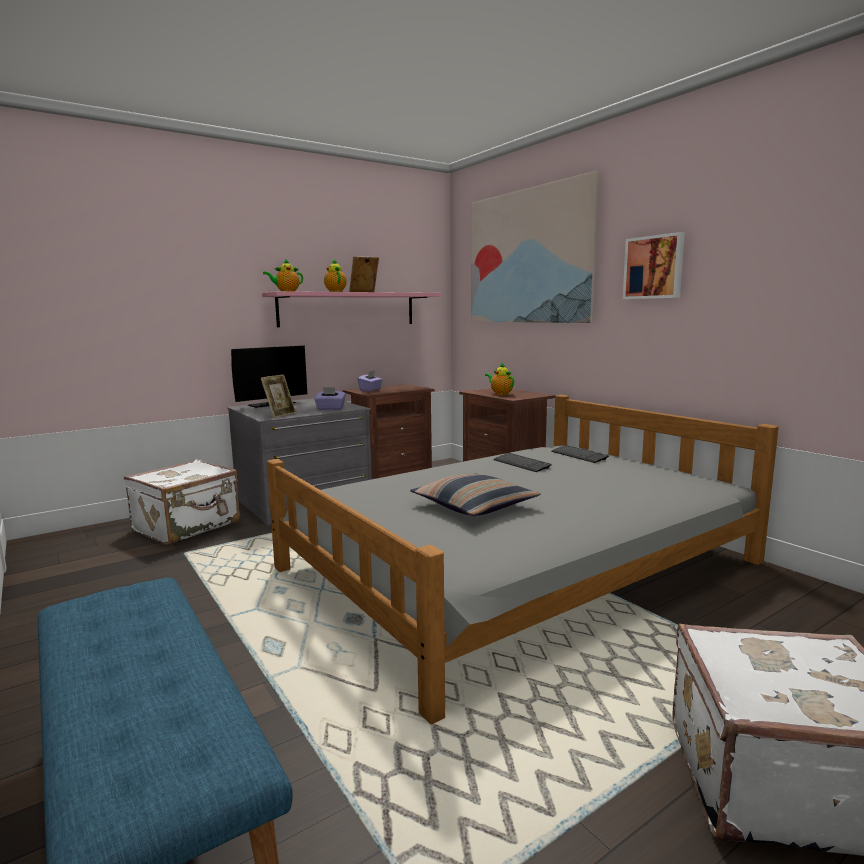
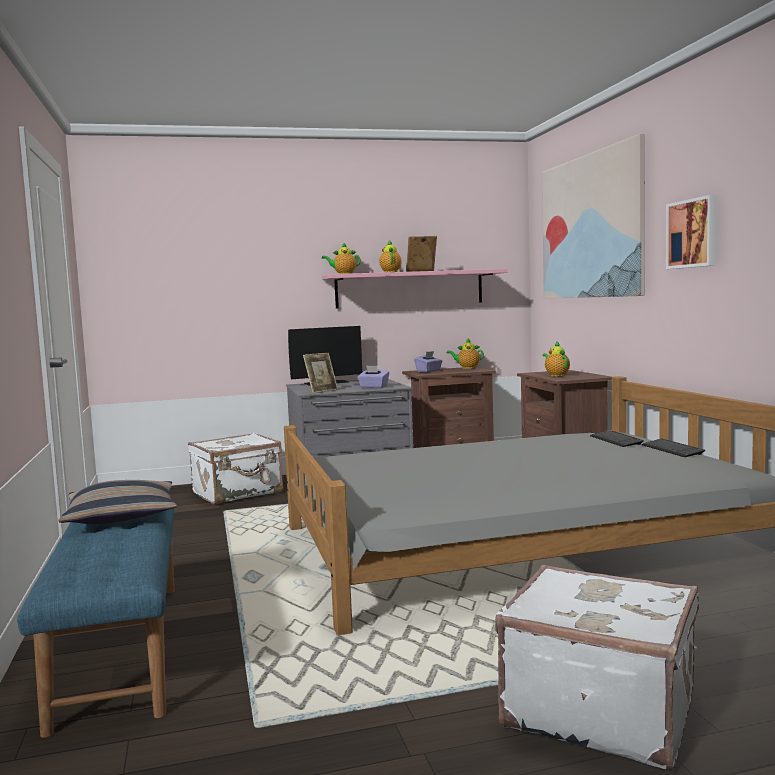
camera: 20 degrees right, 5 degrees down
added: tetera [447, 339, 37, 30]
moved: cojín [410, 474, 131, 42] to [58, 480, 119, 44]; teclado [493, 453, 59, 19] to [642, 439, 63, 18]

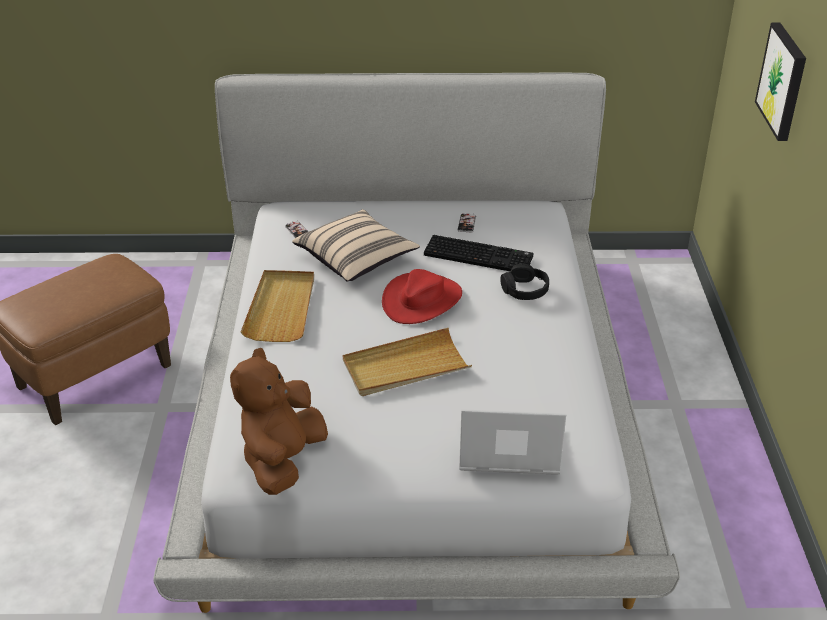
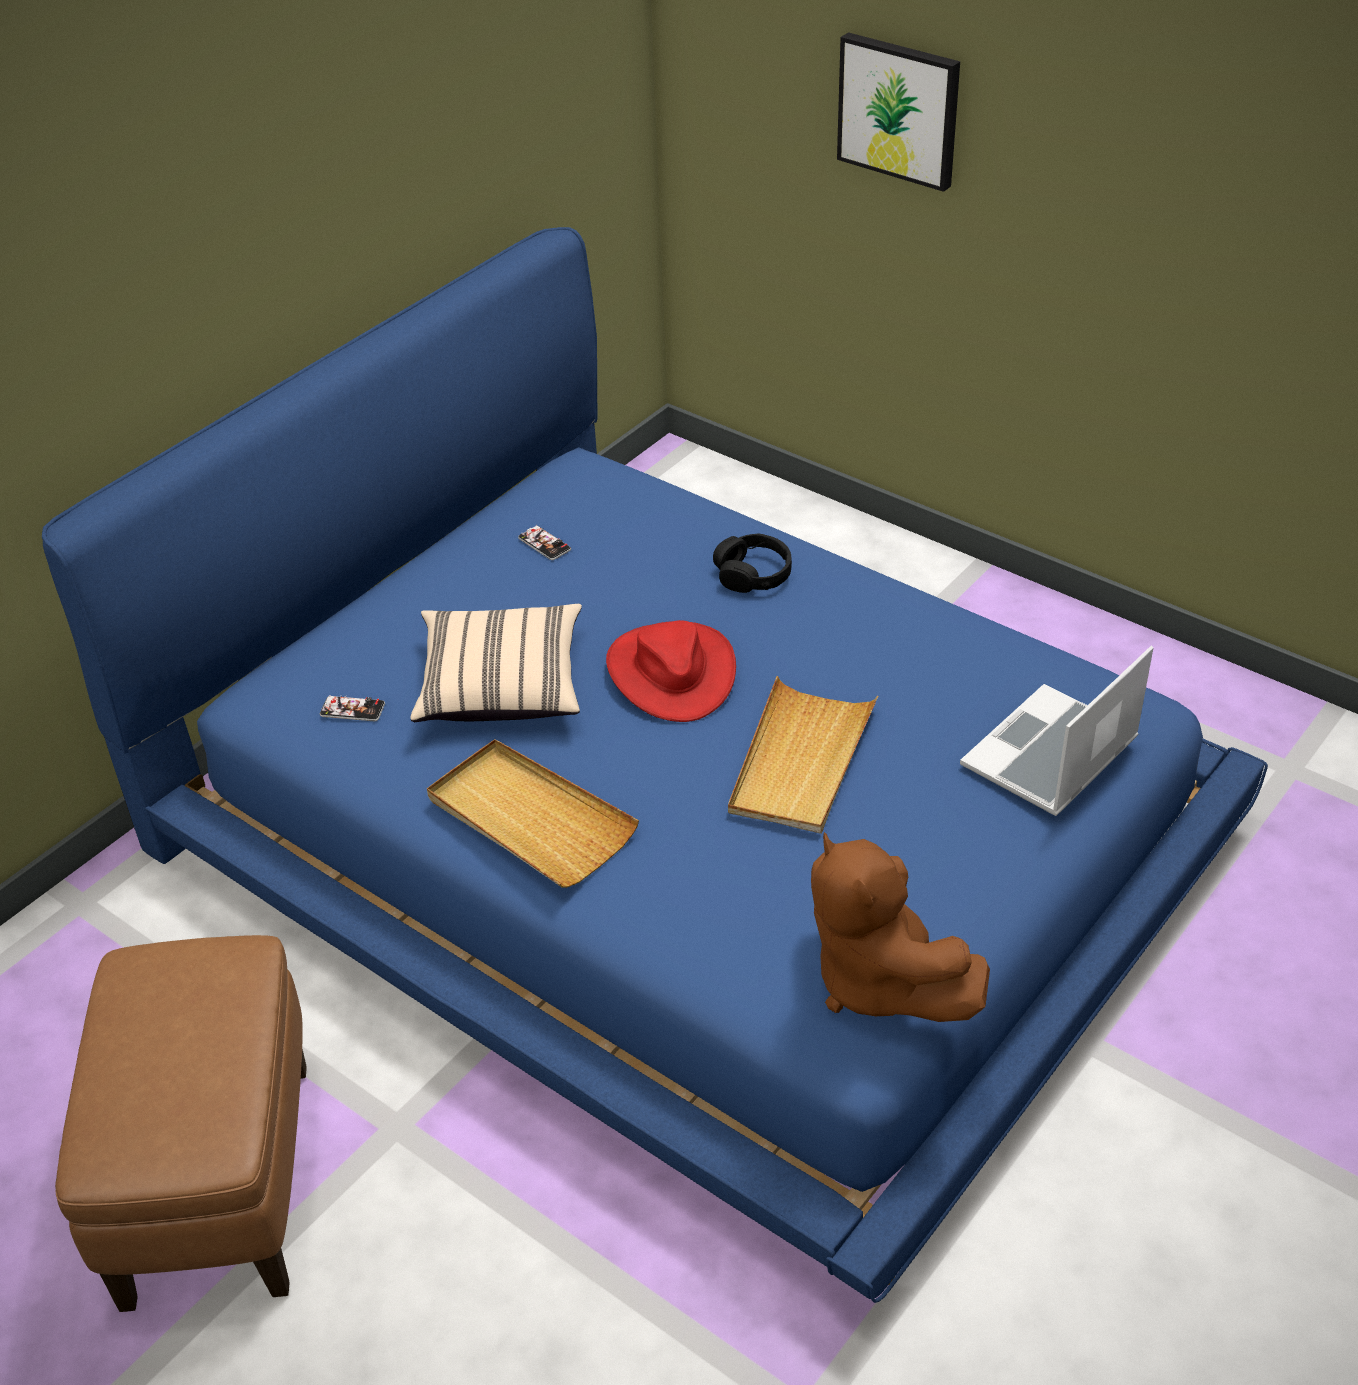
camera: 50 degrees left, 5 degrees up
removed: teclado [424, 235, 109, 36]
recoloured: cama [blanco] [153, 73, 527, 540] to cama [azul] [42, 227, 1226, 1076]

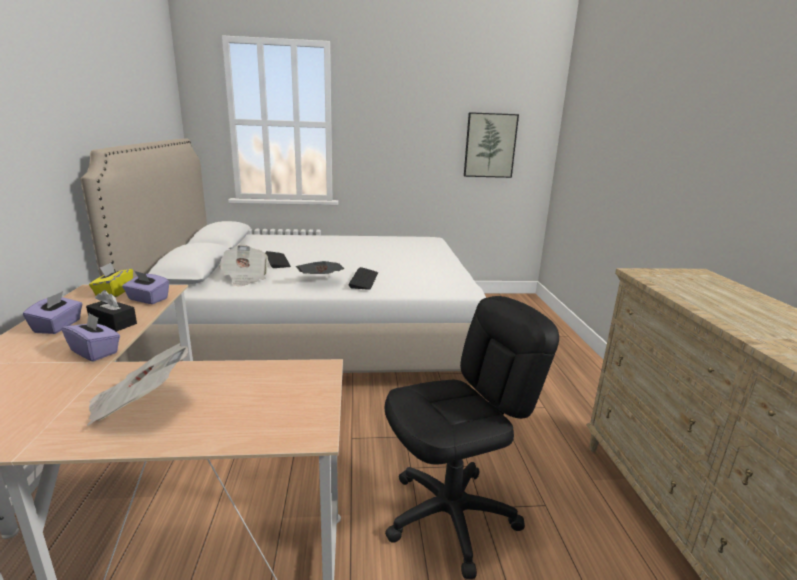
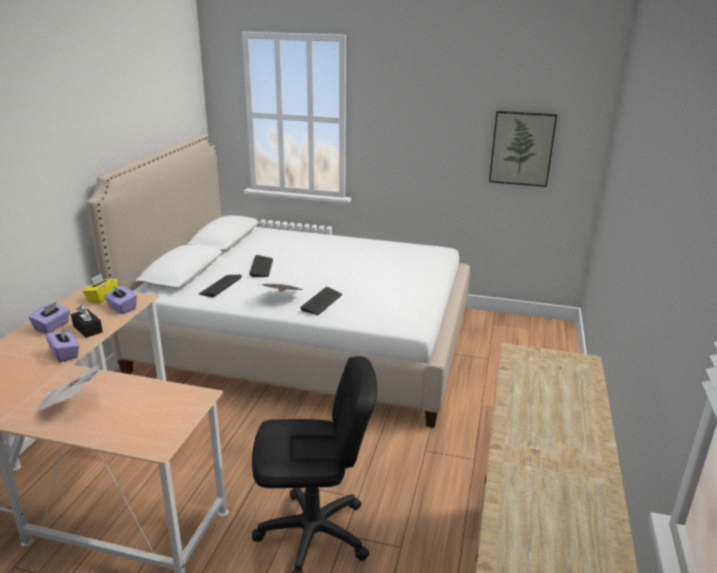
camera: 20 degrees right, 5 degrees up
replaced: periódico [219, 245, 49, 41] to teclado [199, 275, 43, 22]

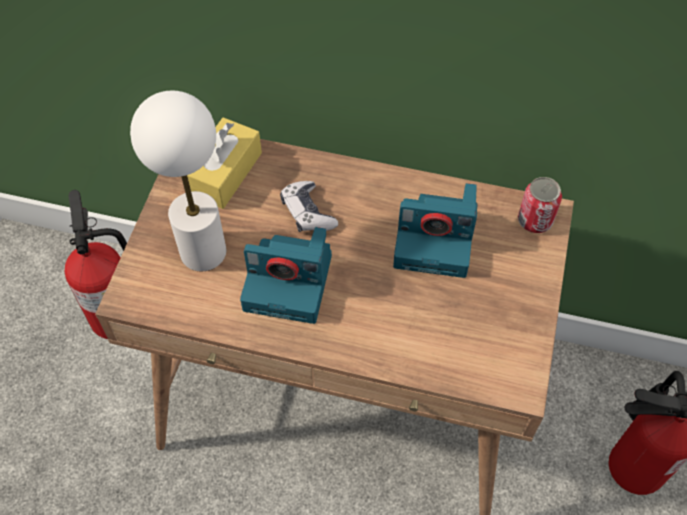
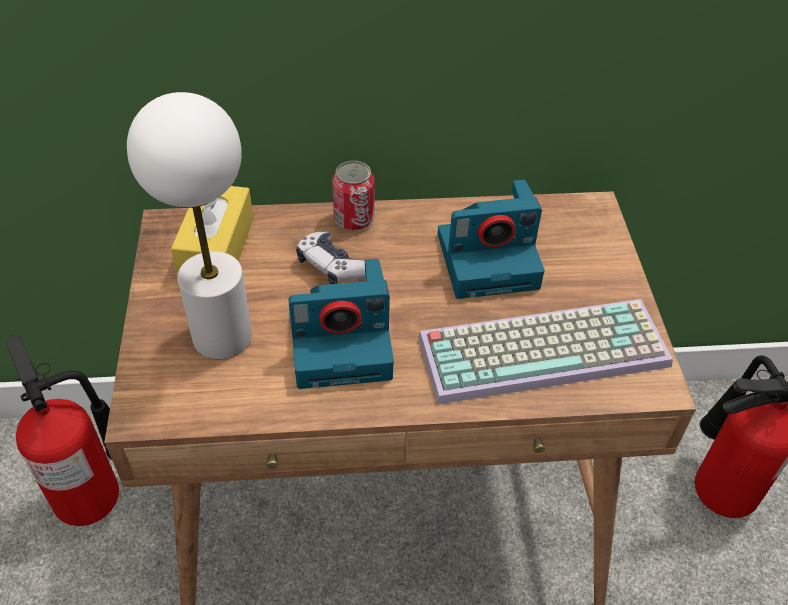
camera: 20 degrees left, 10 degrees down
added: teclado [418, 299, 255, 105]
moved: lata [518, 177, 44, 56] to [332, 161, 43, 70]

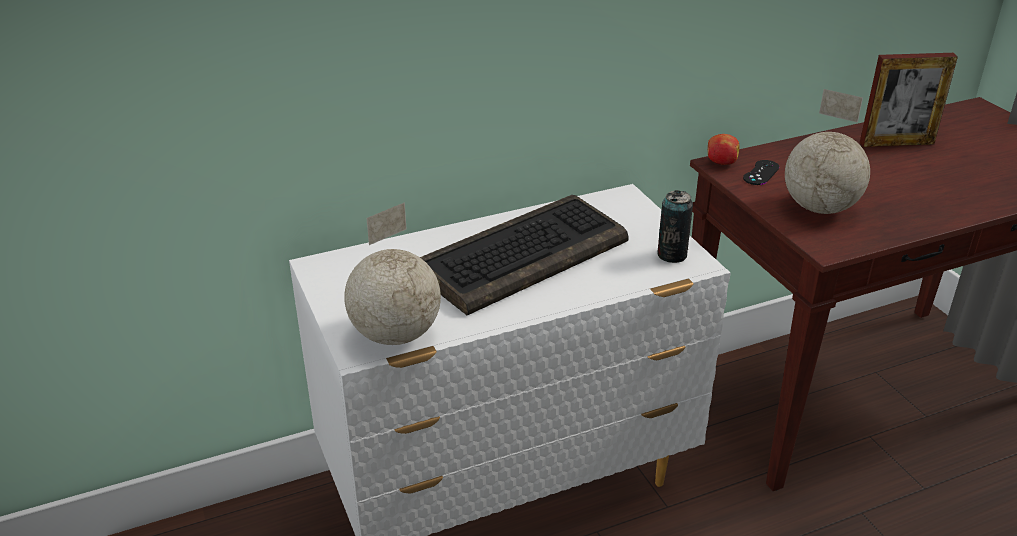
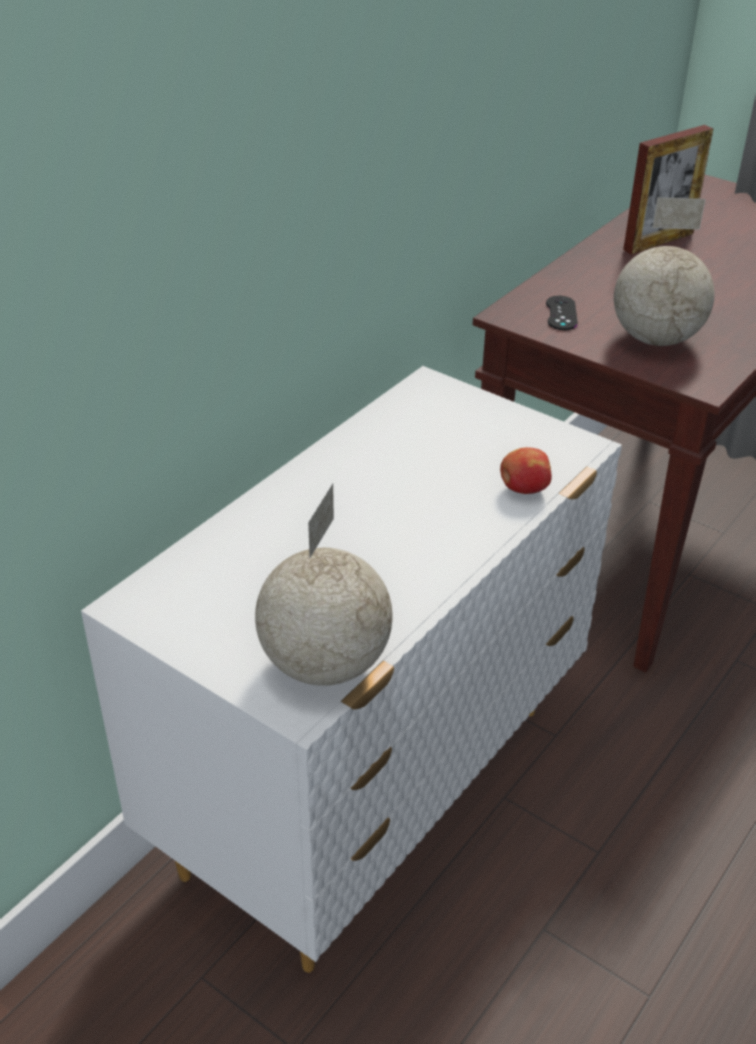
camera: 30 degrees left, 5 degrees up
removed: teclado [420, 195, 209, 120]; lata [657, 190, 36, 73]
moved: manzana [708, 134, 32, 31] to [500, 447, 52, 47]

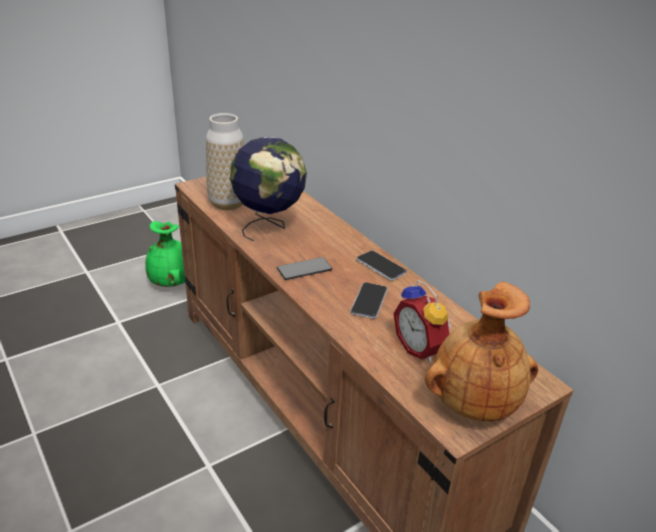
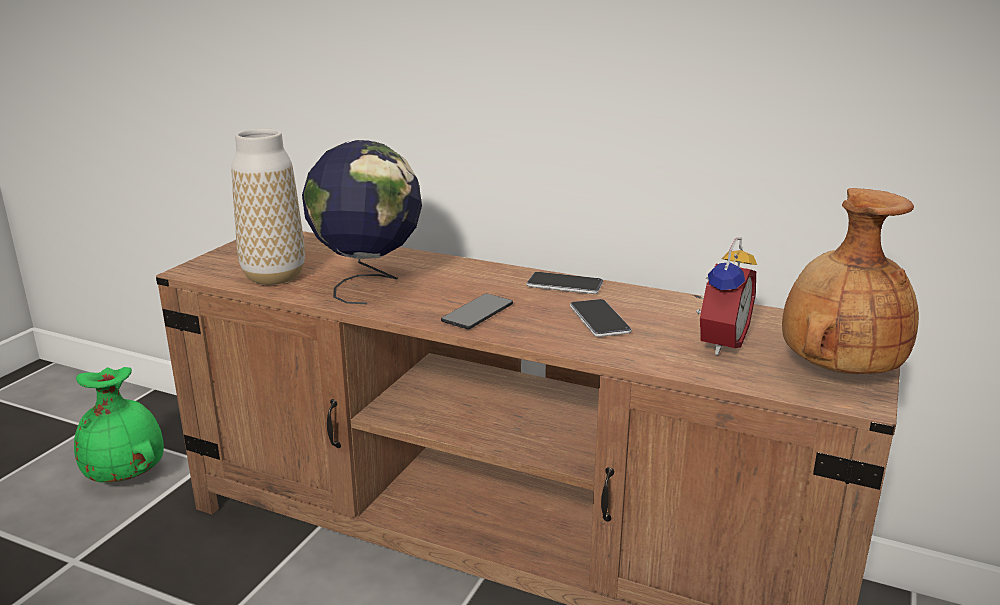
camera: 30 degrees left, 10 degrees down
turned: despertador [394, 280, 57, 82] = [693, 237, 64, 118] 90 degrees counterclockwise

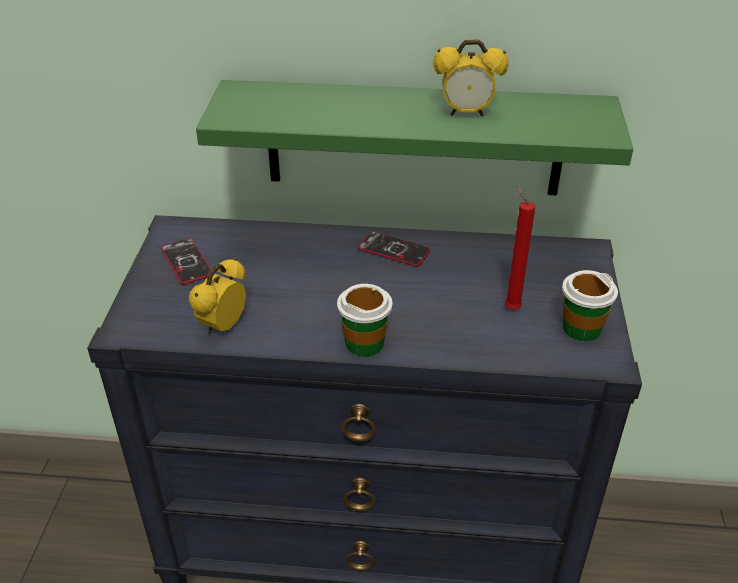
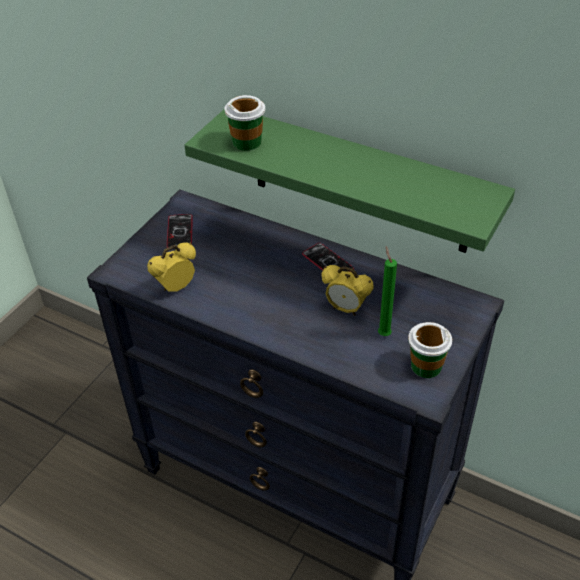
camera: 25 degrees right, 5 degrees up
moved: taza [337, 284, 55, 73] to [225, 95, 40, 56]; despertador [434, 39, 74, 78] to [321, 265, 53, 51]
recoloured: vela [rojo] [505, 186, 30, 123] to vela [verde] [378, 246, 19, 90]

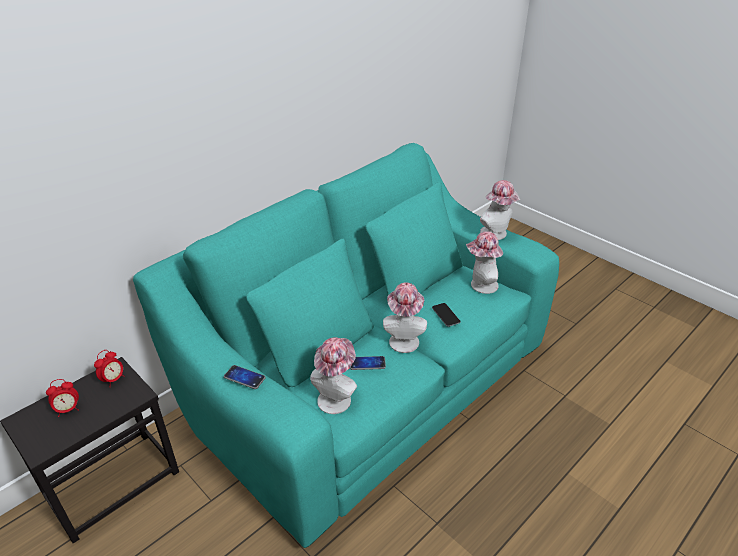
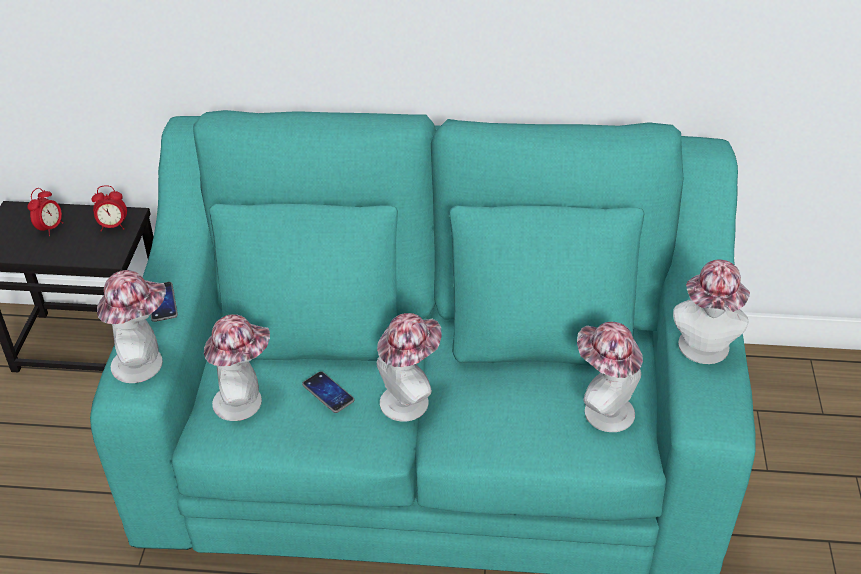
camera: 50 degrees right, 5 degrees up
removed: móvil [432, 303, 29, 24]
added: sombrero [97, 270, 69, 113]
turned: despertador [46, 379, 33, 38] = [27, 188, 36, 48] 90 degrees counterclockwise

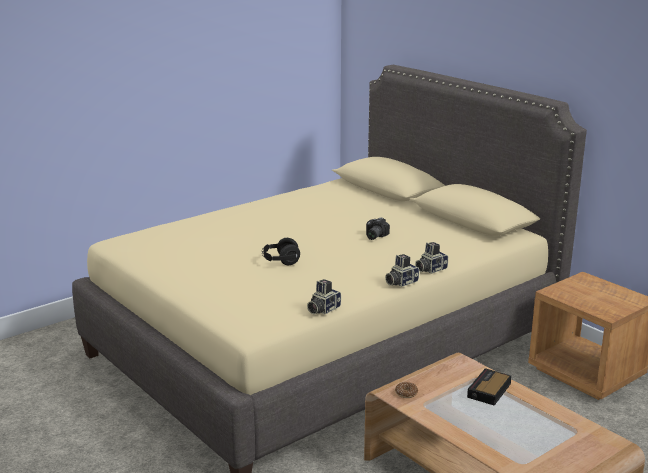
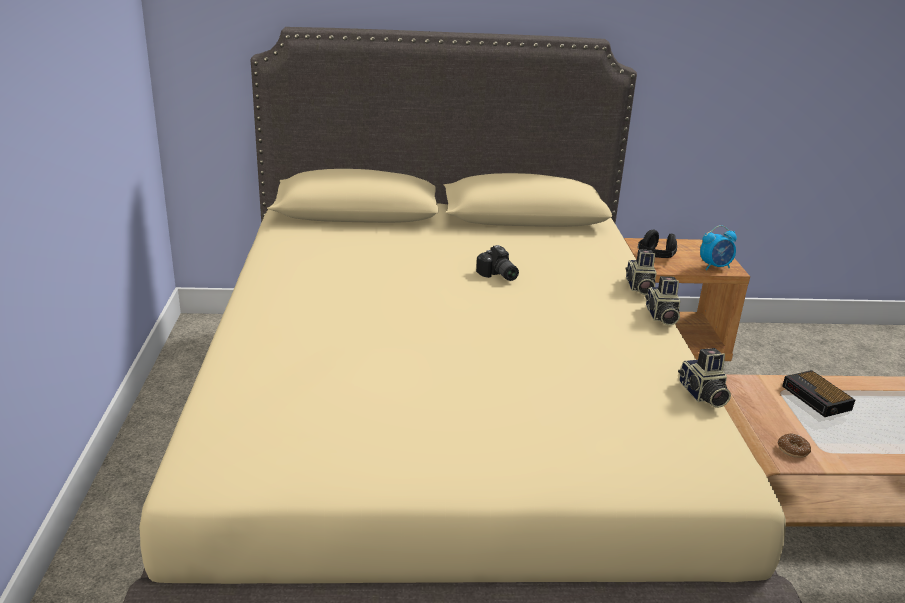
camera: 55 degrees left, 5 degrees up
added: despertador [700, 225, 37, 45]
moved: auriculares [negro] [262, 238, 38, 27] to [638, 229, 39, 29]

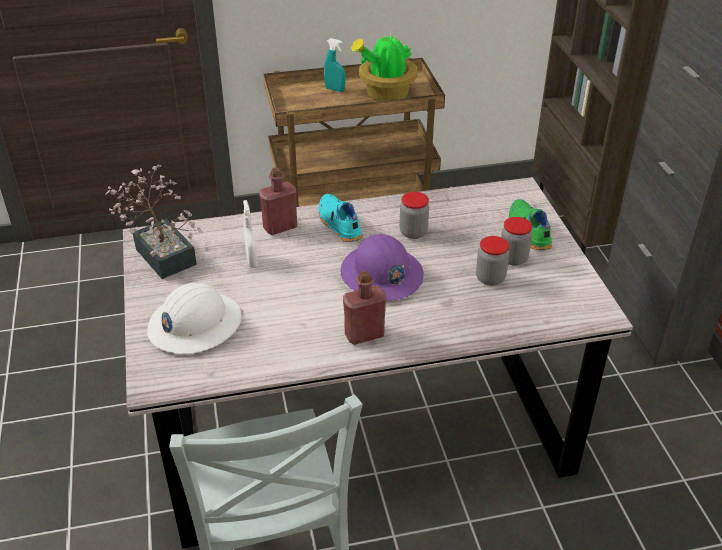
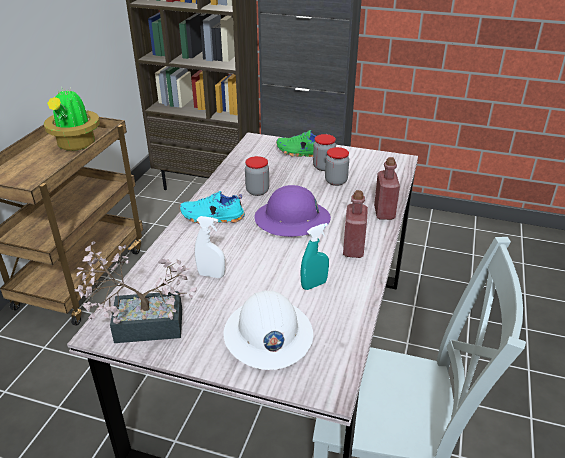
camera: 60 degrees left, 5 degrees down
moved: botella [rojo] [259, 167, 38, 68] to [374, 157, 26, 63]; pulverizador [turquesa] [324, 38, 22, 54] to [301, 223, 28, 67]

